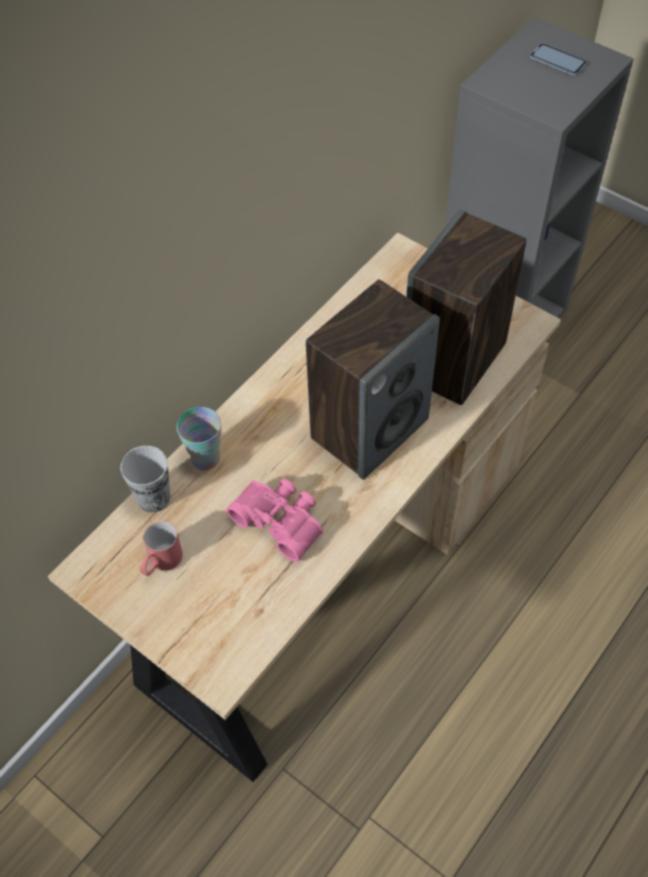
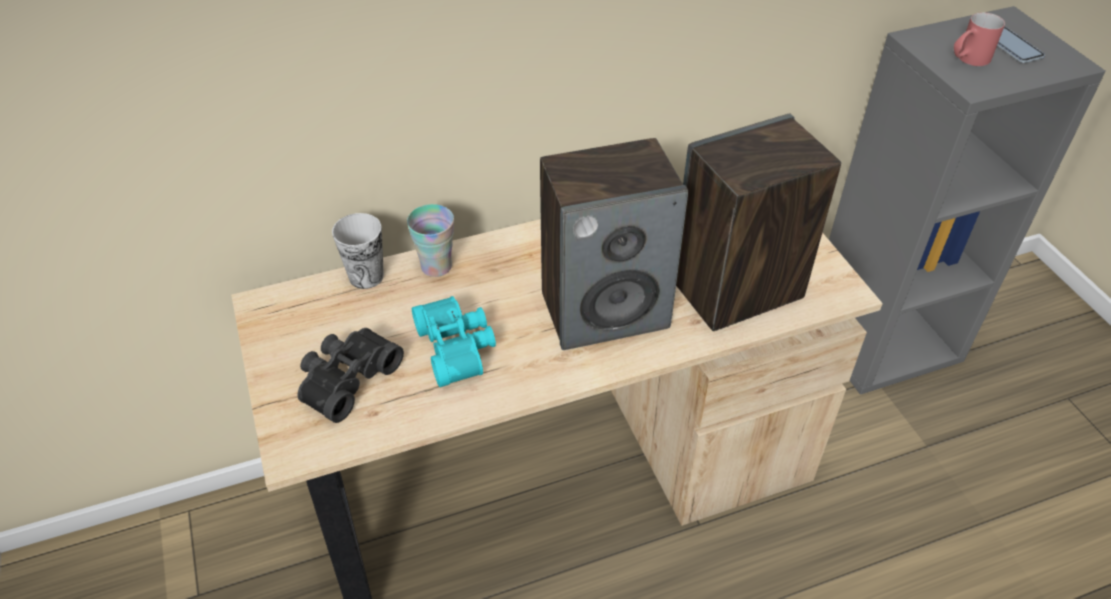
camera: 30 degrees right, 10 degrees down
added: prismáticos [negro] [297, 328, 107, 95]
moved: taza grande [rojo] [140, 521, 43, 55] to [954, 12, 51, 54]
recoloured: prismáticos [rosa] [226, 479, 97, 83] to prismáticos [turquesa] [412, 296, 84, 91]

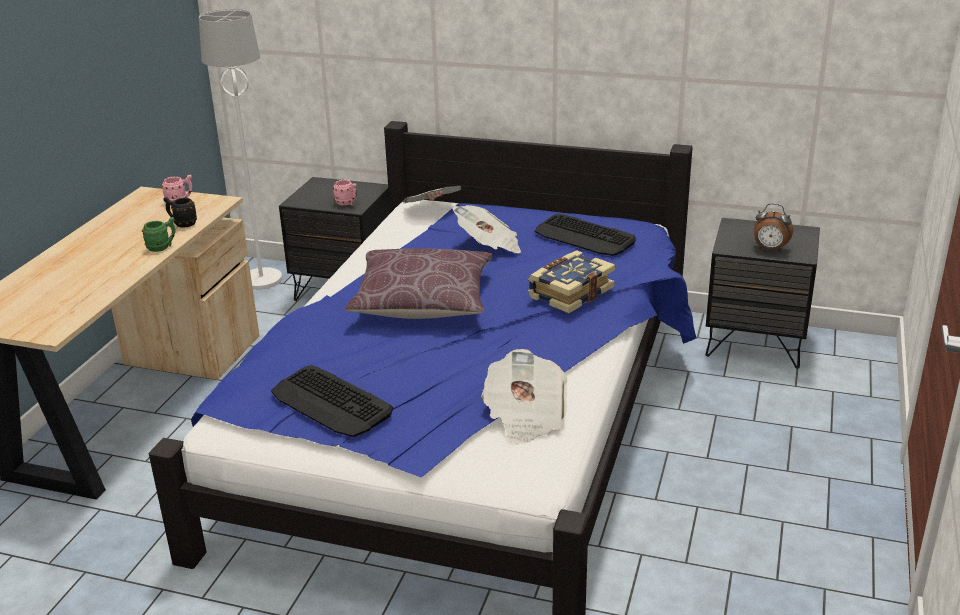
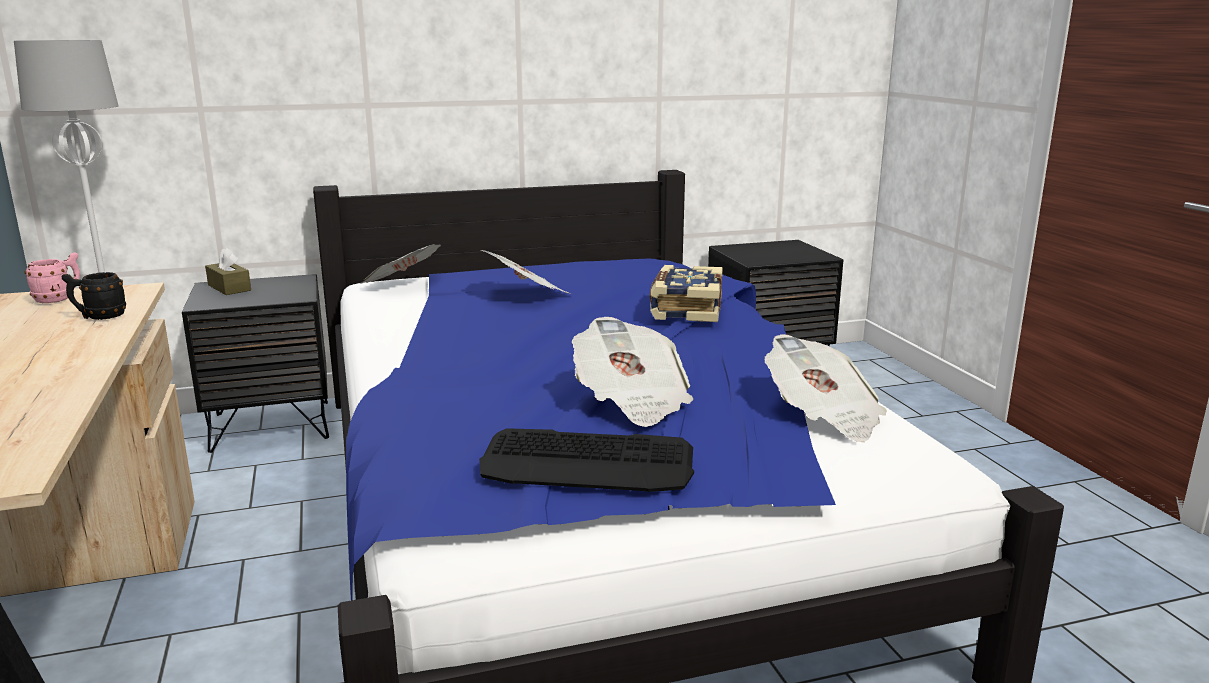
camera: 35 degrees left, 10 degrees down
removed: taza grande [verde] [142, 217, 33, 35]; taza grande [rosa] [333, 180, 24, 26]; cojín [marrón] [344, 248, 148, 71]; teclado [535, 214, 101, 42]; despertador [754, 203, 39, 49]
added: caja de pañuelos [marrón] [205, 248, 46, 47]; periódico [572, 317, 121, 110]

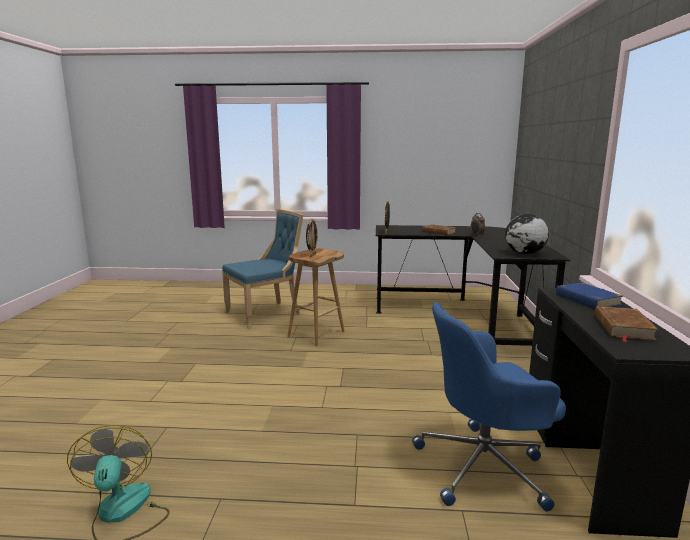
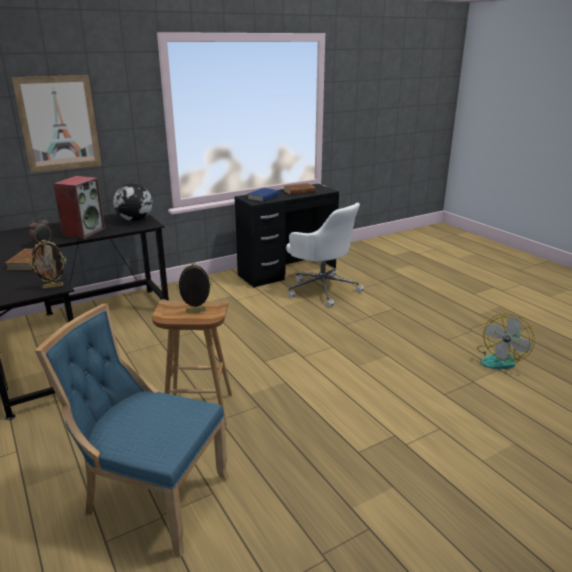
camera: 125 degrees left, 10 degrees up
added: cuadro [12, 75, 90, 98]; altavoz [53, 176, 52, 63]
recoloured: silla de oficina [azul] [412, 302, 154, 210] to silla de oficina [blanco] [286, 203, 78, 104]

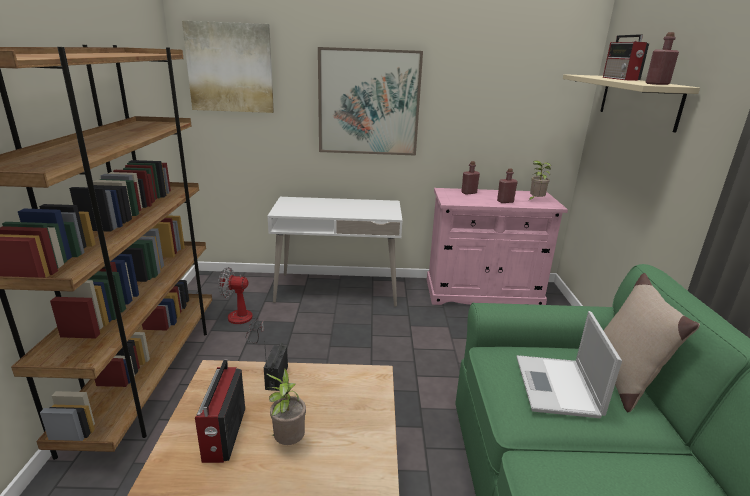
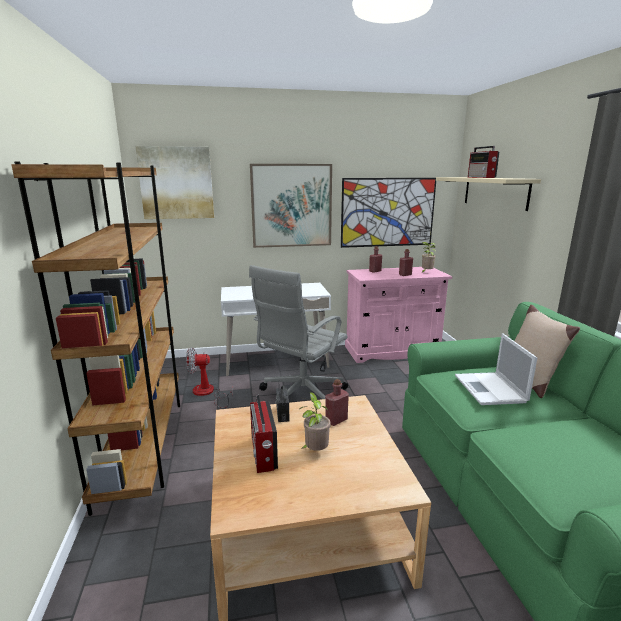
camera: 10 degrees left, 5 degrees down
added: silla de oficina [gris] [249, 265, 99, 139]; cuadro [341, 178, 95, 70]
moved: botella [rojo] [646, 32, 33, 53] to [325, 379, 24, 47]

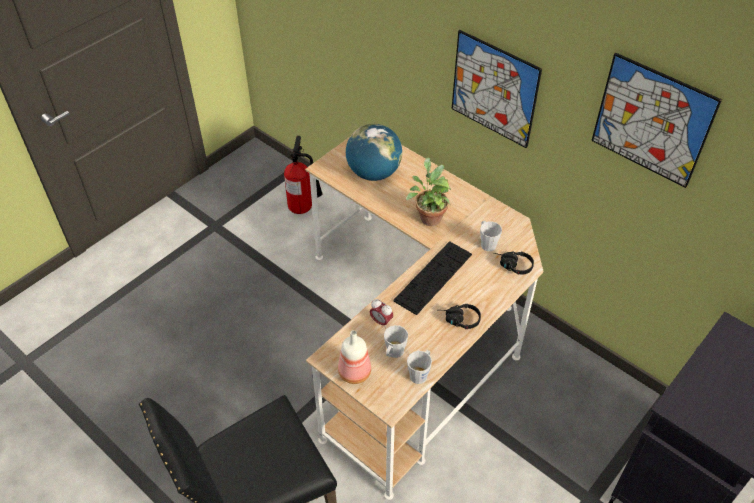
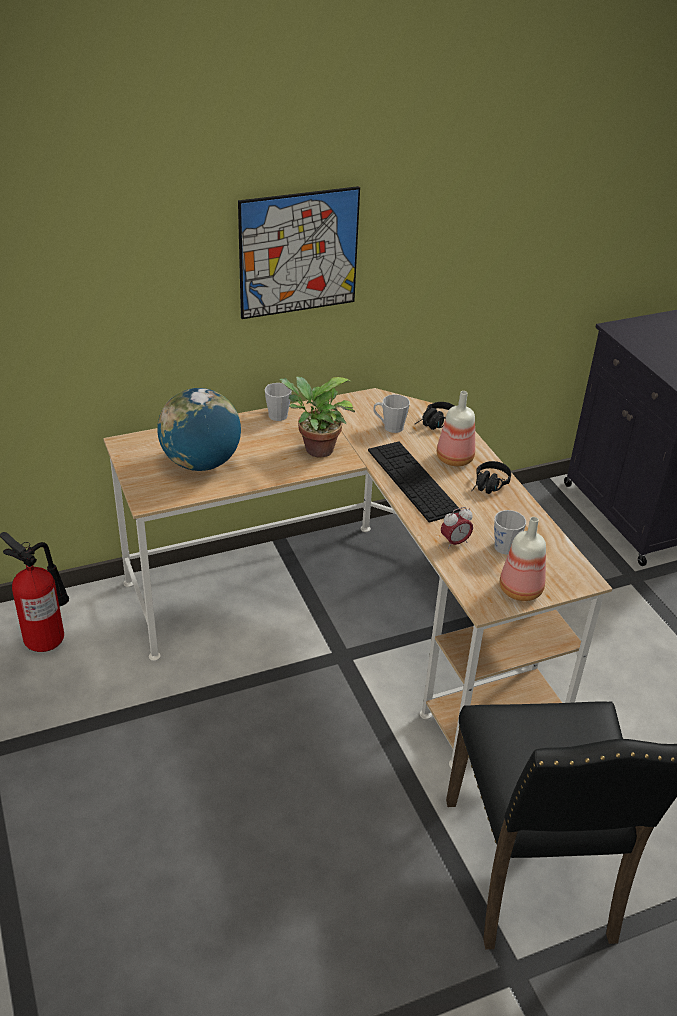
camera: 65 degrees left, 10 degrees down
removed: cuadro [591, 53, 131, 135]
added: botella [437, 391, 38, 75]
moved: taza grande [gris] [407, 350, 25, 34] to [265, 383, 27, 38]

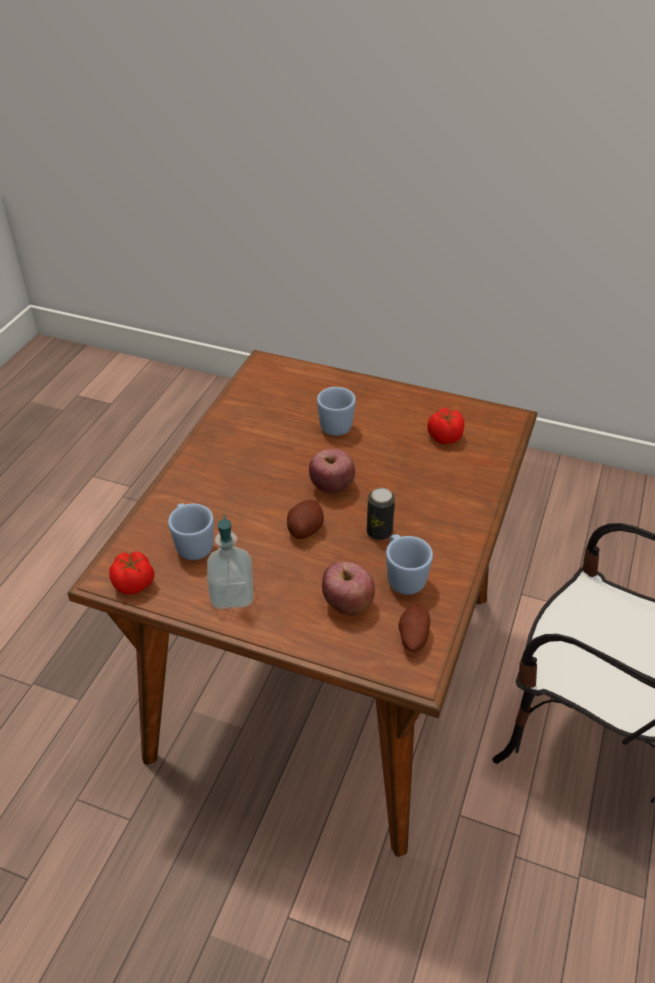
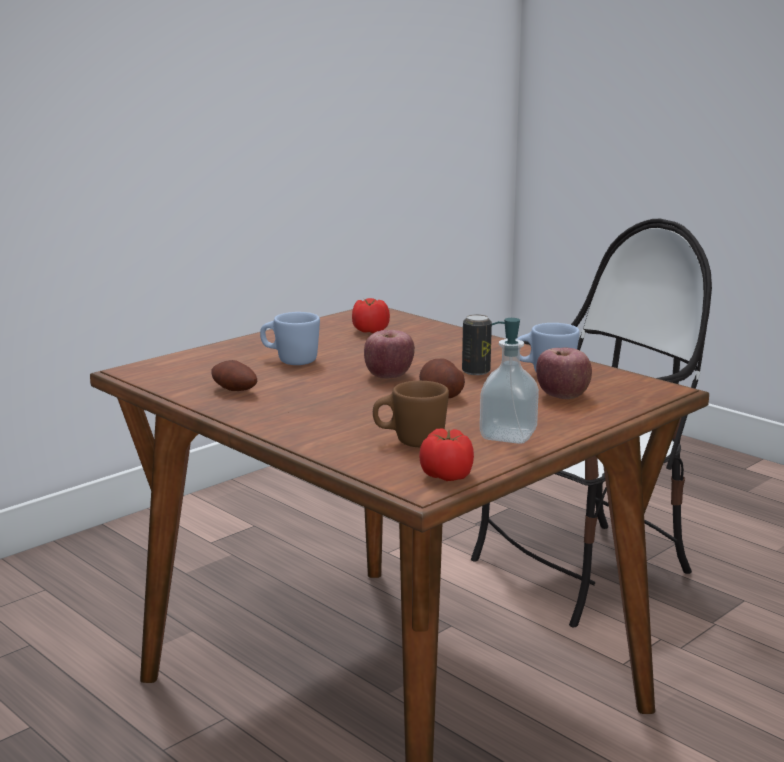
camera: 65 degrees left, 25 degrees down
moved: patata [398, 604, 32, 48] to [211, 360, 46, 31]
recoloured: taza grande [azul] [168, 503, 46, 57] to taza grande [marrón] [373, 381, 76, 66]

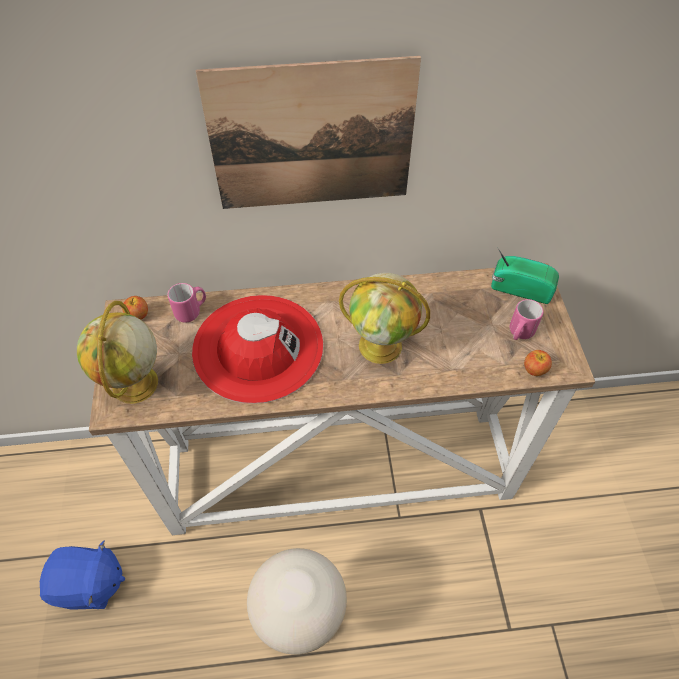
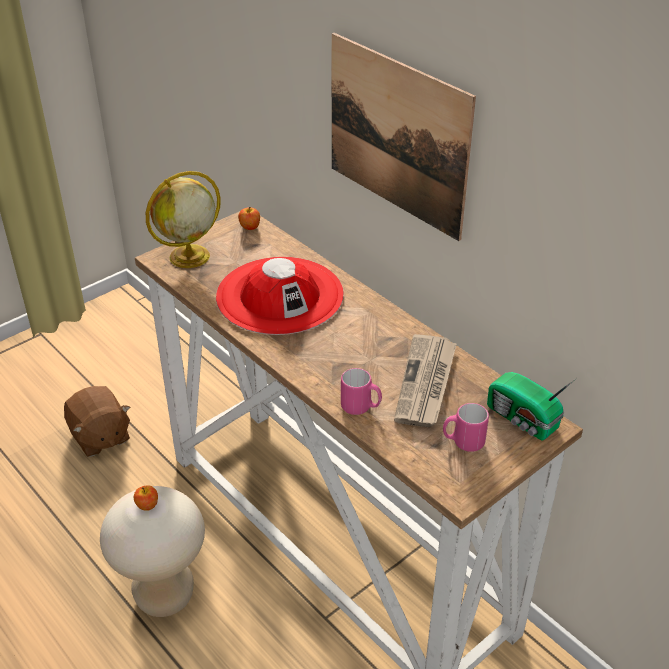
camera: 55 degrees right, 15 degrees down
removed: globo terráqueo [339, 273, 91, 91]
added: periódico [394, 334, 63, 93]
moved: taza grande [rosa] [168, 283, 38, 40] to [341, 368, 41, 47]; manzana [524, 350, 28, 26] to [134, 485, 24, 26]
recoloured: peluche [azul] [40, 541, 85, 68] to peluche [marrón] [64, 386, 66, 71]
turned: radio [491, 247, 68, 57] = [487, 372, 89, 68] 150 degrees clockwise

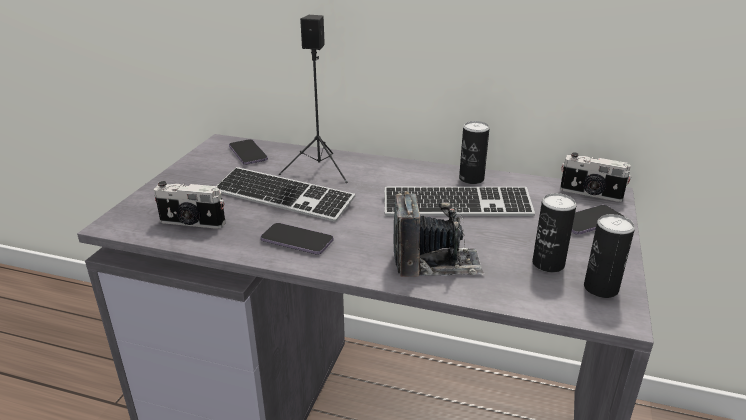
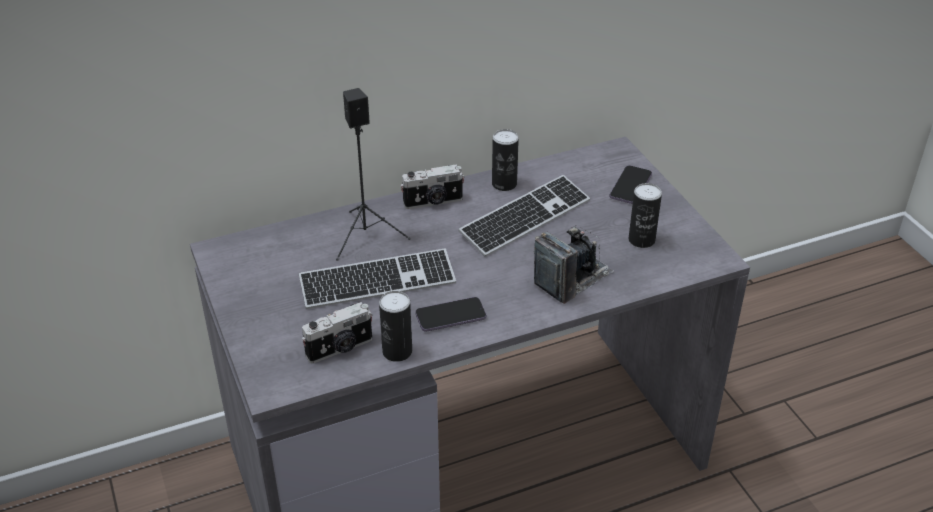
camera: 40 degrees left, 10 degrees up
removed: móvil [229, 139, 39, 26]
moved: cámara [560, 152, 71, 50] to [400, 164, 65, 45]; lata [584, 214, 51, 84] to [379, 291, 33, 71]

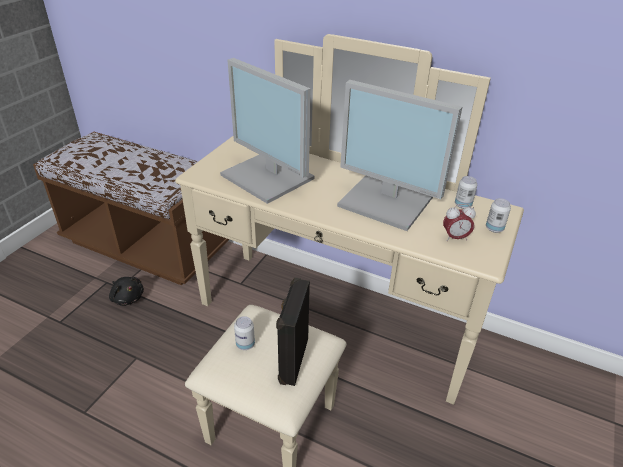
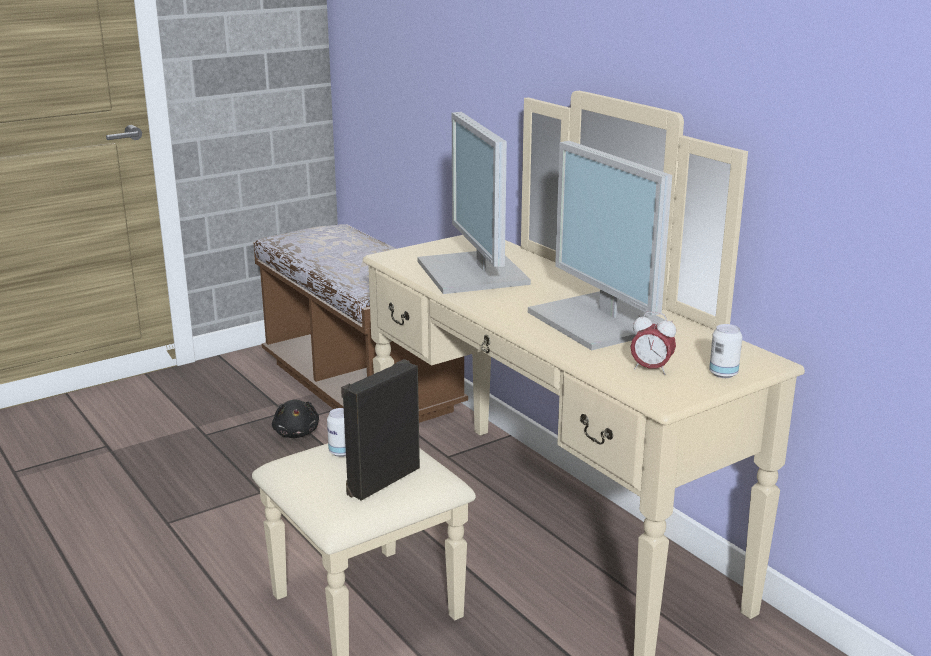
camera: 30 degrees right, 15 degrees down
removed: lata [455, 176, 22, 33]

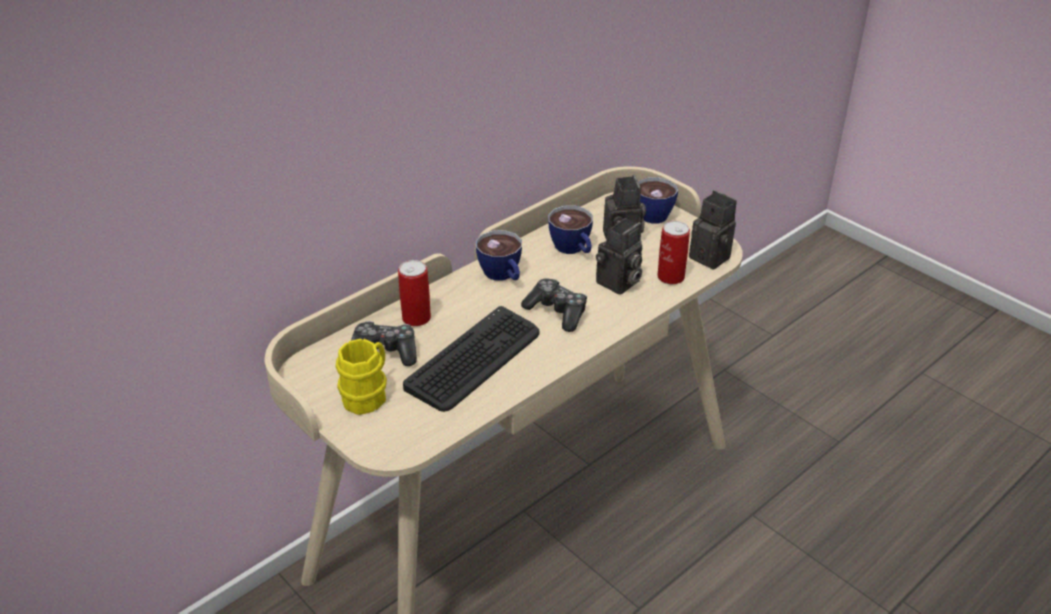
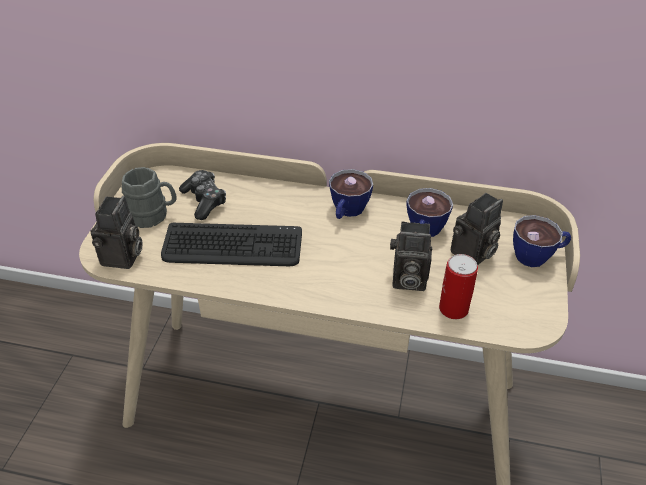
camera: 55 degrees right, 5 degrees up
removed: lata [398, 260, 33, 66]; mando de consola [521, 278, 66, 54]
moved: cámara [689, 190, 48, 80] to [90, 196, 53, 73]
recoloured: taza grande [amarillo] [336, 339, 51, 76] to taza grande [gris] [122, 167, 54, 61]

